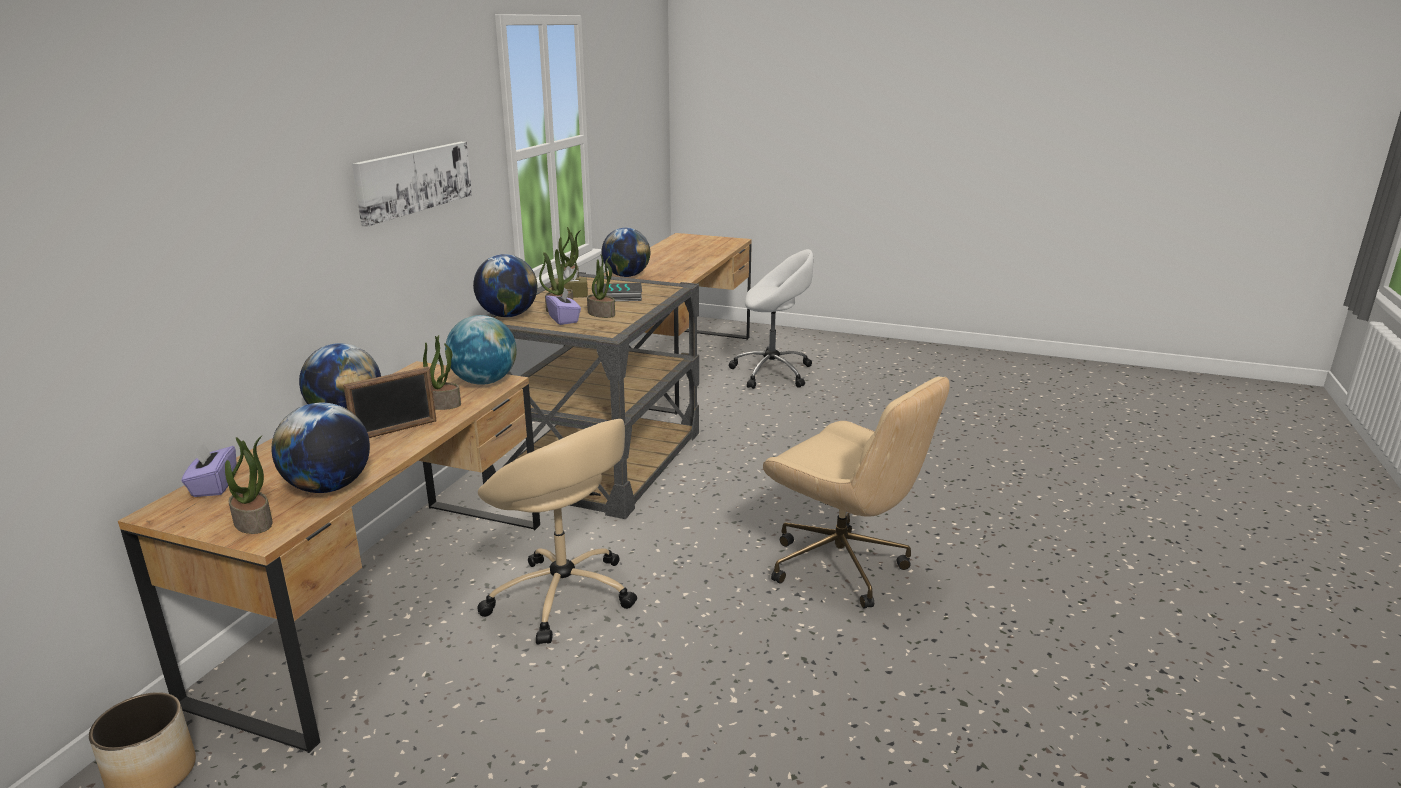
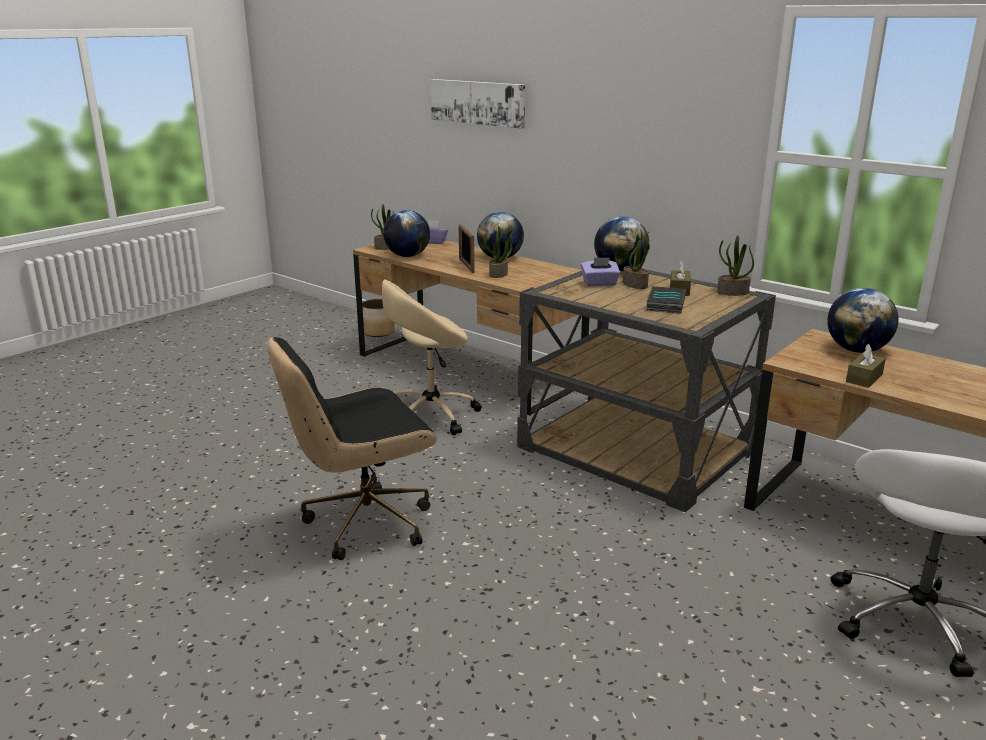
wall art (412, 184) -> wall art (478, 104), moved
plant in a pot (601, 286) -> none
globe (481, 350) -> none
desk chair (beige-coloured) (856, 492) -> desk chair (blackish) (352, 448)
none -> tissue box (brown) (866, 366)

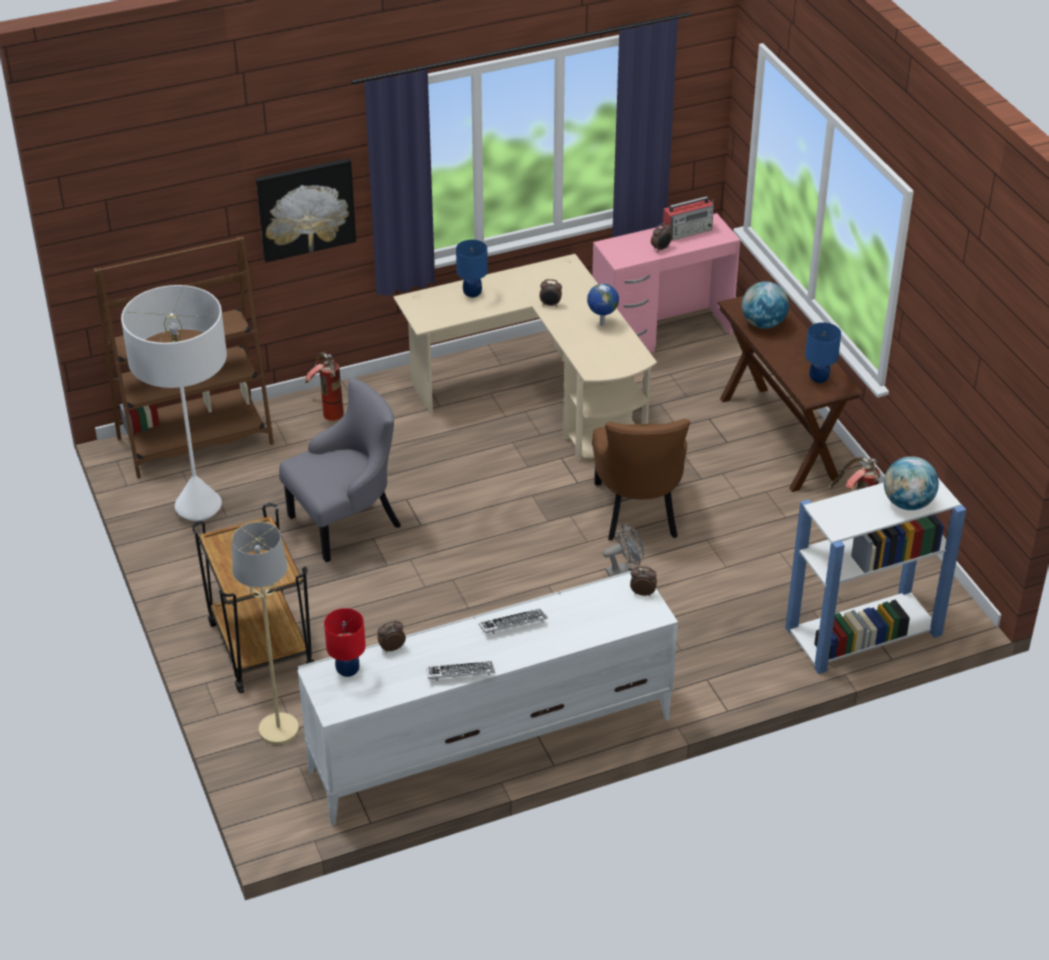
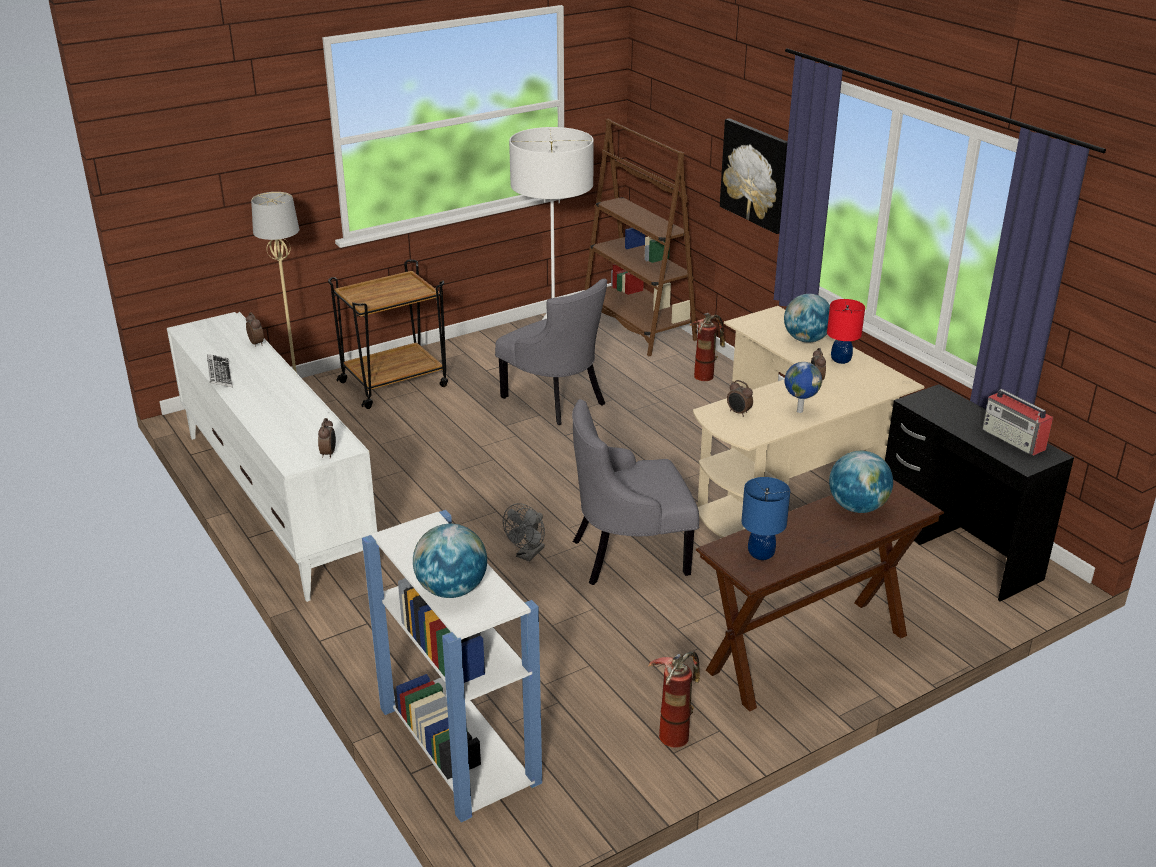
desk table (pinkish) (666, 283) -> desk table (blackish) (979, 493)
table clock (661, 237) -> table clock (740, 398), moved
lamp for a table (bluish) (472, 269) -> globe (807, 318)
upright chair (brown) (641, 480) -> upright chair (greyish) (635, 492)
electric fan (greyish) (623, 550) -> electric fan (greyish) (524, 532), 60 degrees clockwise
lamp for a table (reddish) (345, 642) -> lamp for a table (reddish) (846, 331), moved
PC keyboard (513, 621) -> none

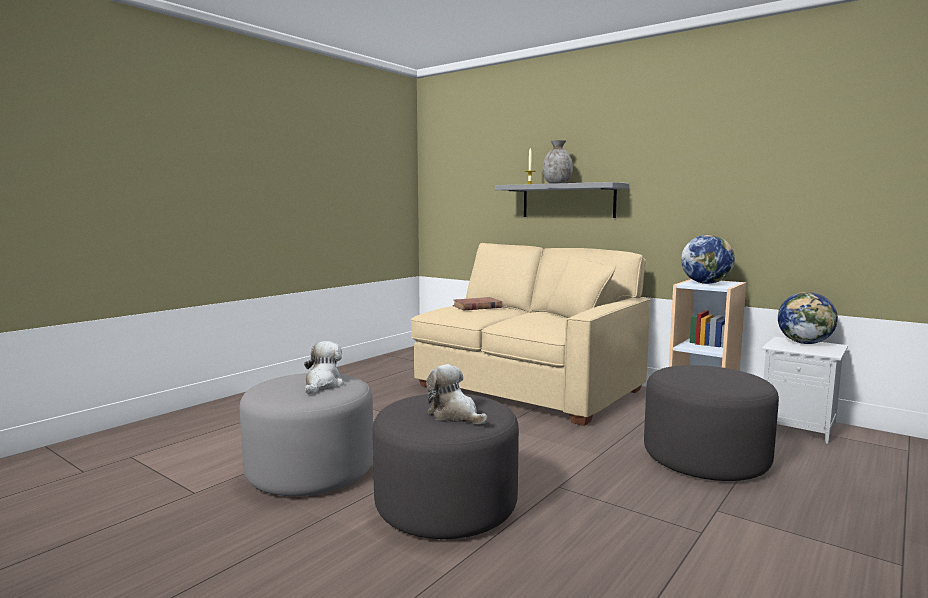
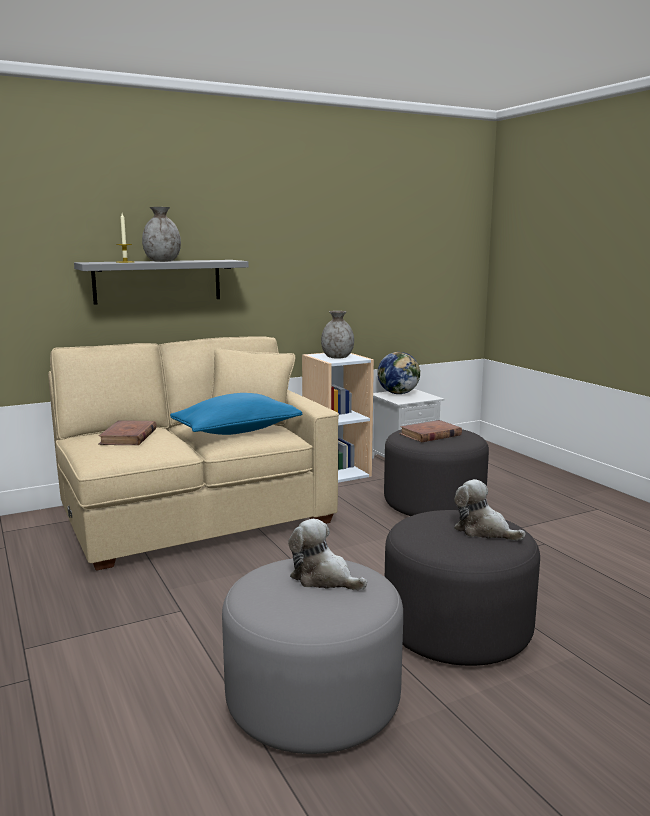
globe (708, 259) -> vase (greyish) (337, 335)
soft toy (456, 394) -> soft toy (489, 510), 60 degrees clockwise
none -> throw pillow (bluish) (236, 414)
none -> book (brown) (430, 431)

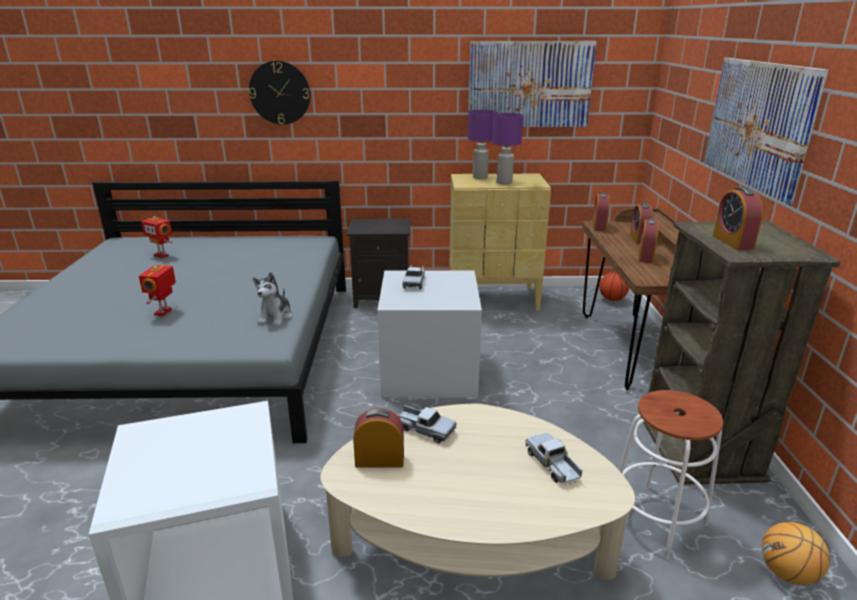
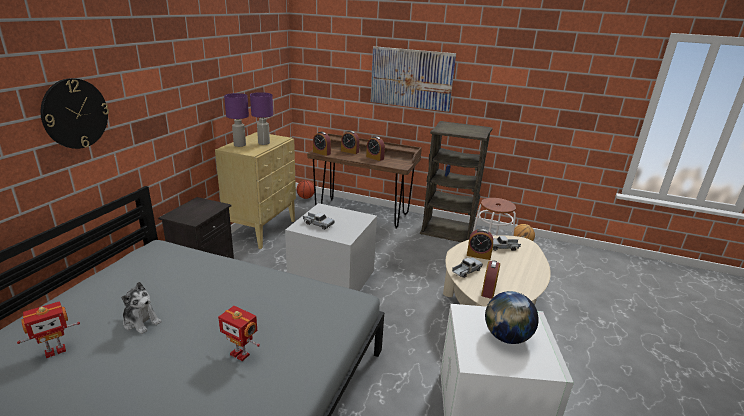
wall art (533, 84) -> none
table clock (738, 218) -> table clock (480, 244), moved
soft toy (272, 299) -> soft toy (141, 308), moved
none -> globe (512, 317)

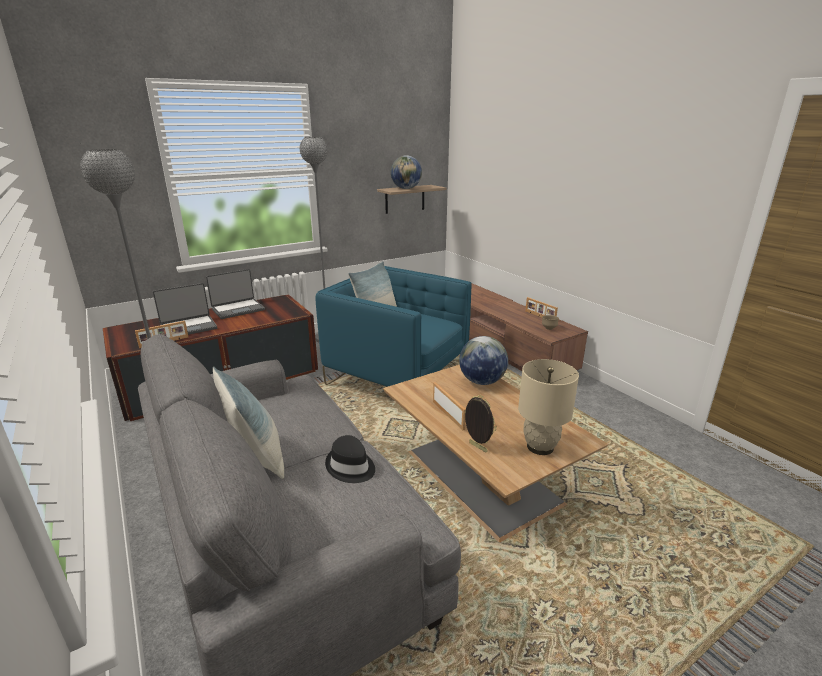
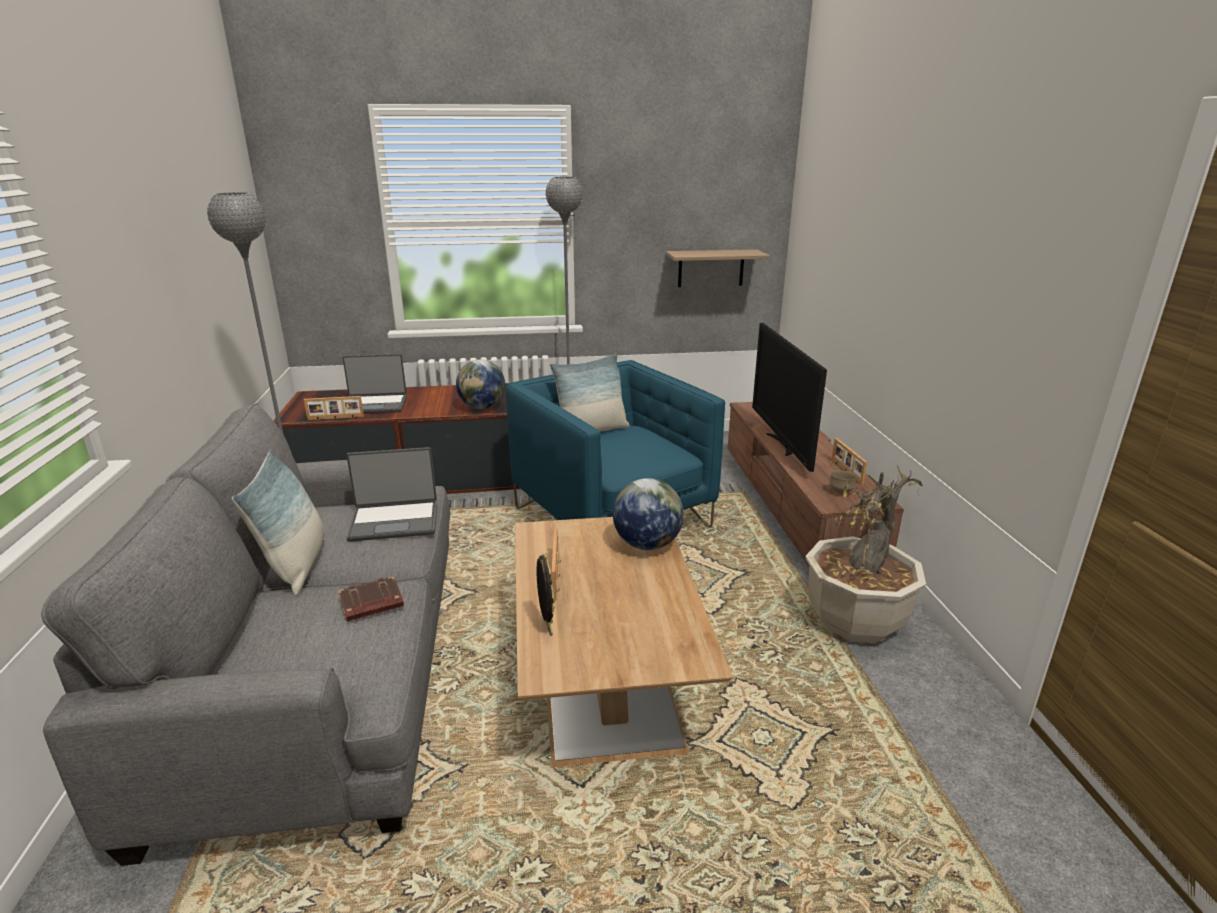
globe (406, 172) -> globe (480, 384), moved
laptop (235, 294) -> laptop (391, 494), moved
lamp for a table (beige-coloured) (548, 407) -> none
wearable hat (blackish) (350, 459) -> book (brown) (371, 599)
none -> television (789, 397)
none -> plant in a pot (866, 554)

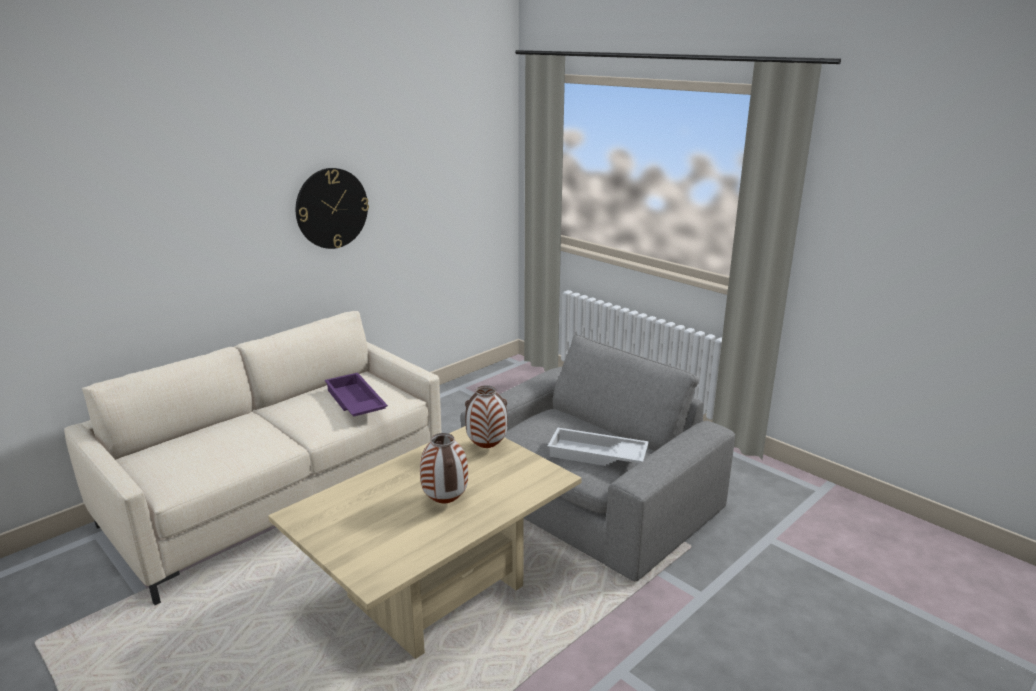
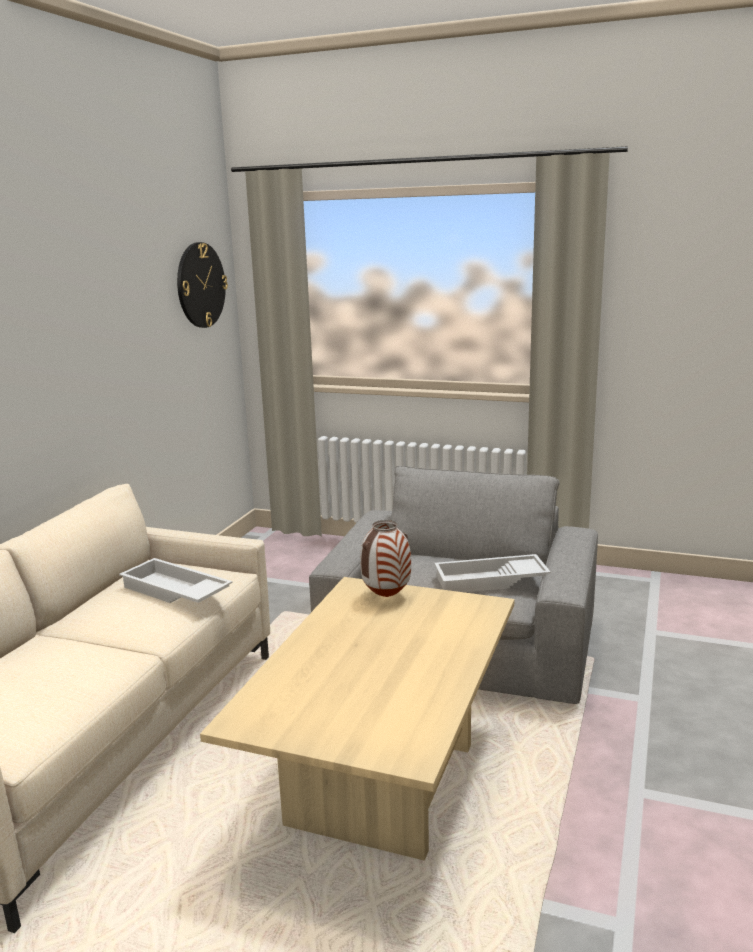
clock on the wall (332, 208) -> clock on the wall (202, 285), moved
serving tray (purple) (356, 395) -> serving tray (white) (176, 580)
vase (444, 468) -> none

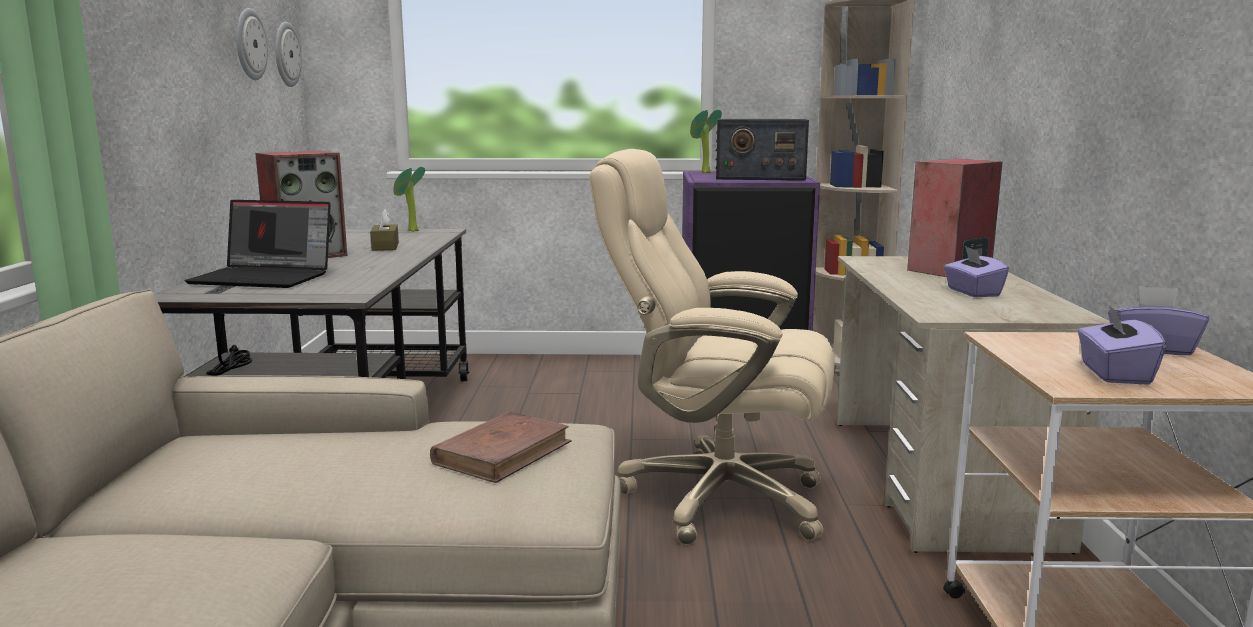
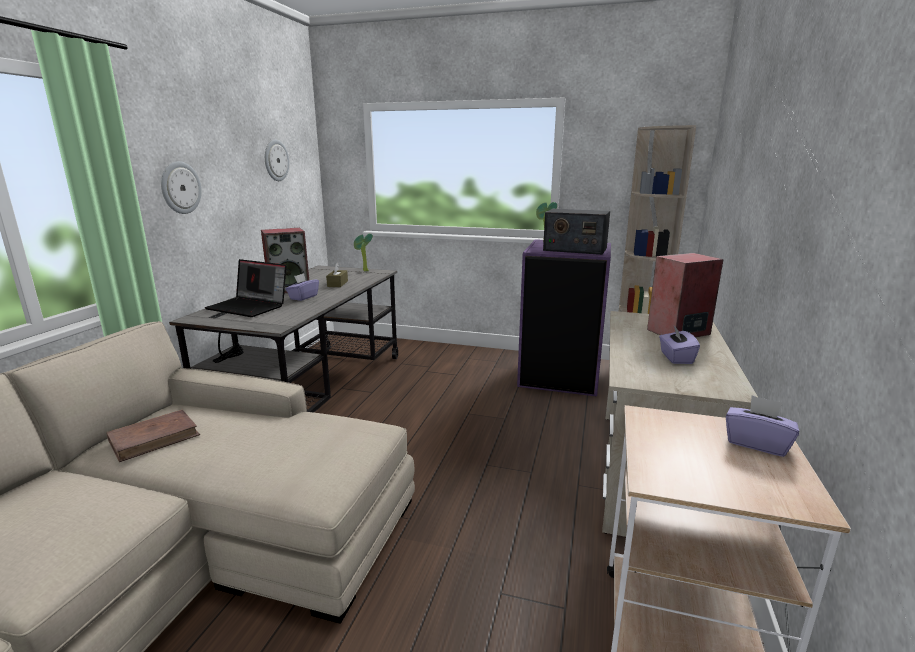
clock on the wall (288, 54) -> clock on the wall (181, 187), moved
desk chair (beige-coloured) (712, 347) -> none
tissue box (purple) (1122, 345) -> tissue box (purple) (302, 287), moved
book (brown) (500, 447) -> book (brown) (153, 435), moved

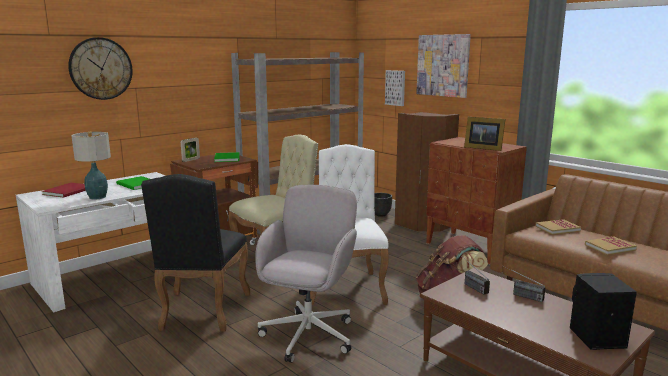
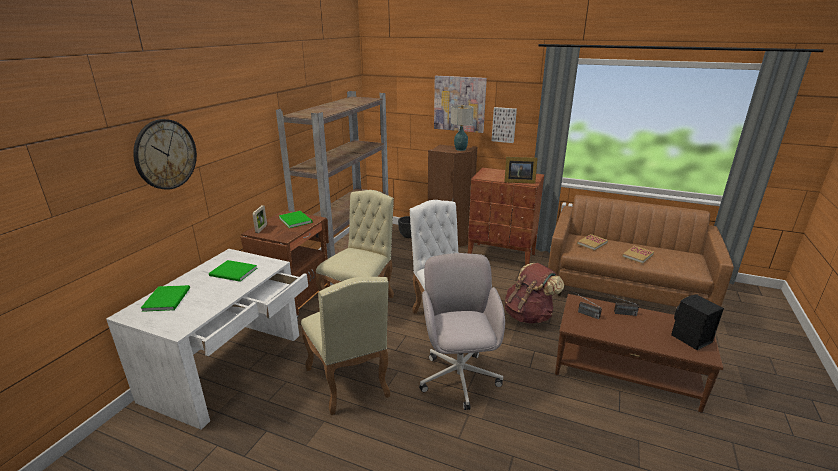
wall art (395, 88) -> wall art (504, 125), moved
lamp for a table (91, 166) -> lamp for a table (462, 128), moved
upright chair (blackish) (195, 253) -> upright chair (beige-coloured) (345, 346)
book (reddish) (64, 190) -> book (green-coloured) (165, 298)

